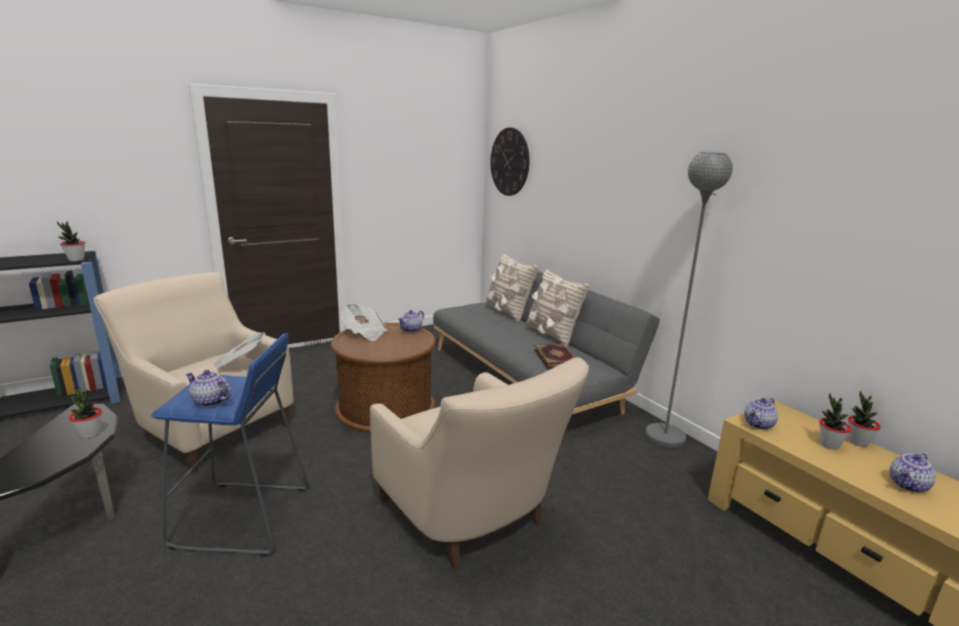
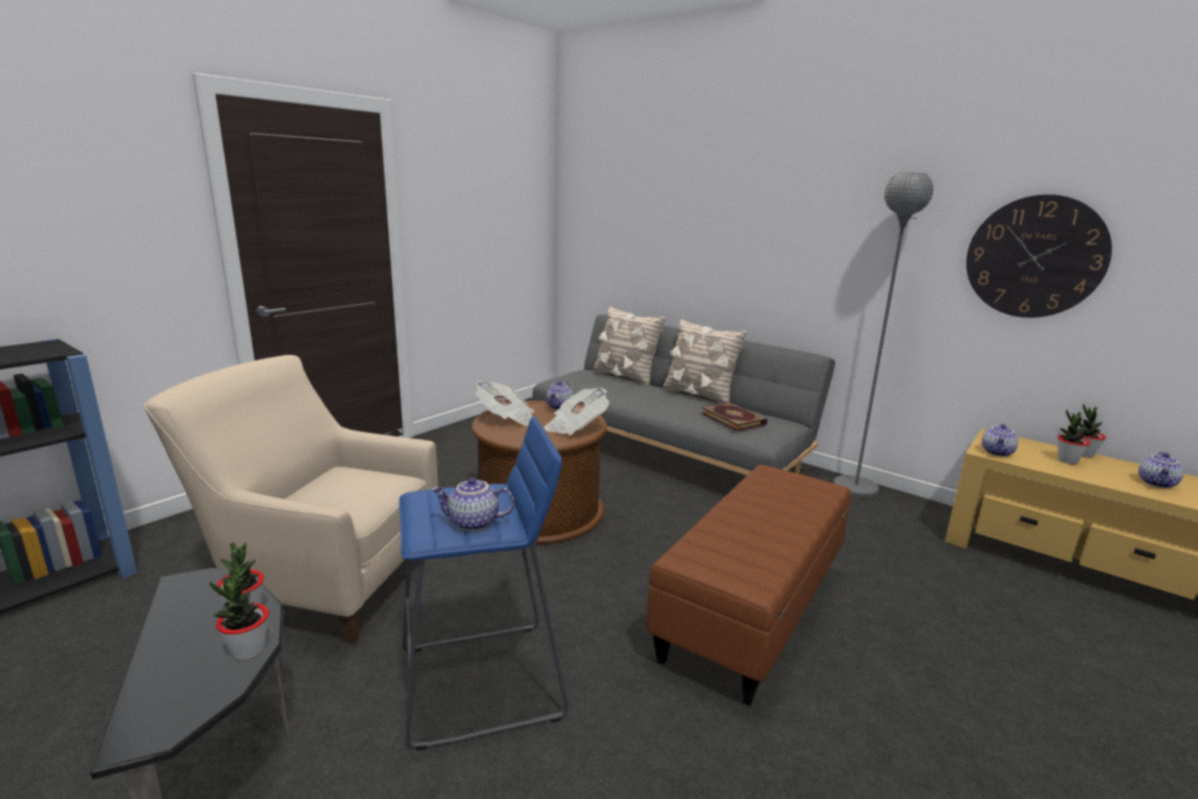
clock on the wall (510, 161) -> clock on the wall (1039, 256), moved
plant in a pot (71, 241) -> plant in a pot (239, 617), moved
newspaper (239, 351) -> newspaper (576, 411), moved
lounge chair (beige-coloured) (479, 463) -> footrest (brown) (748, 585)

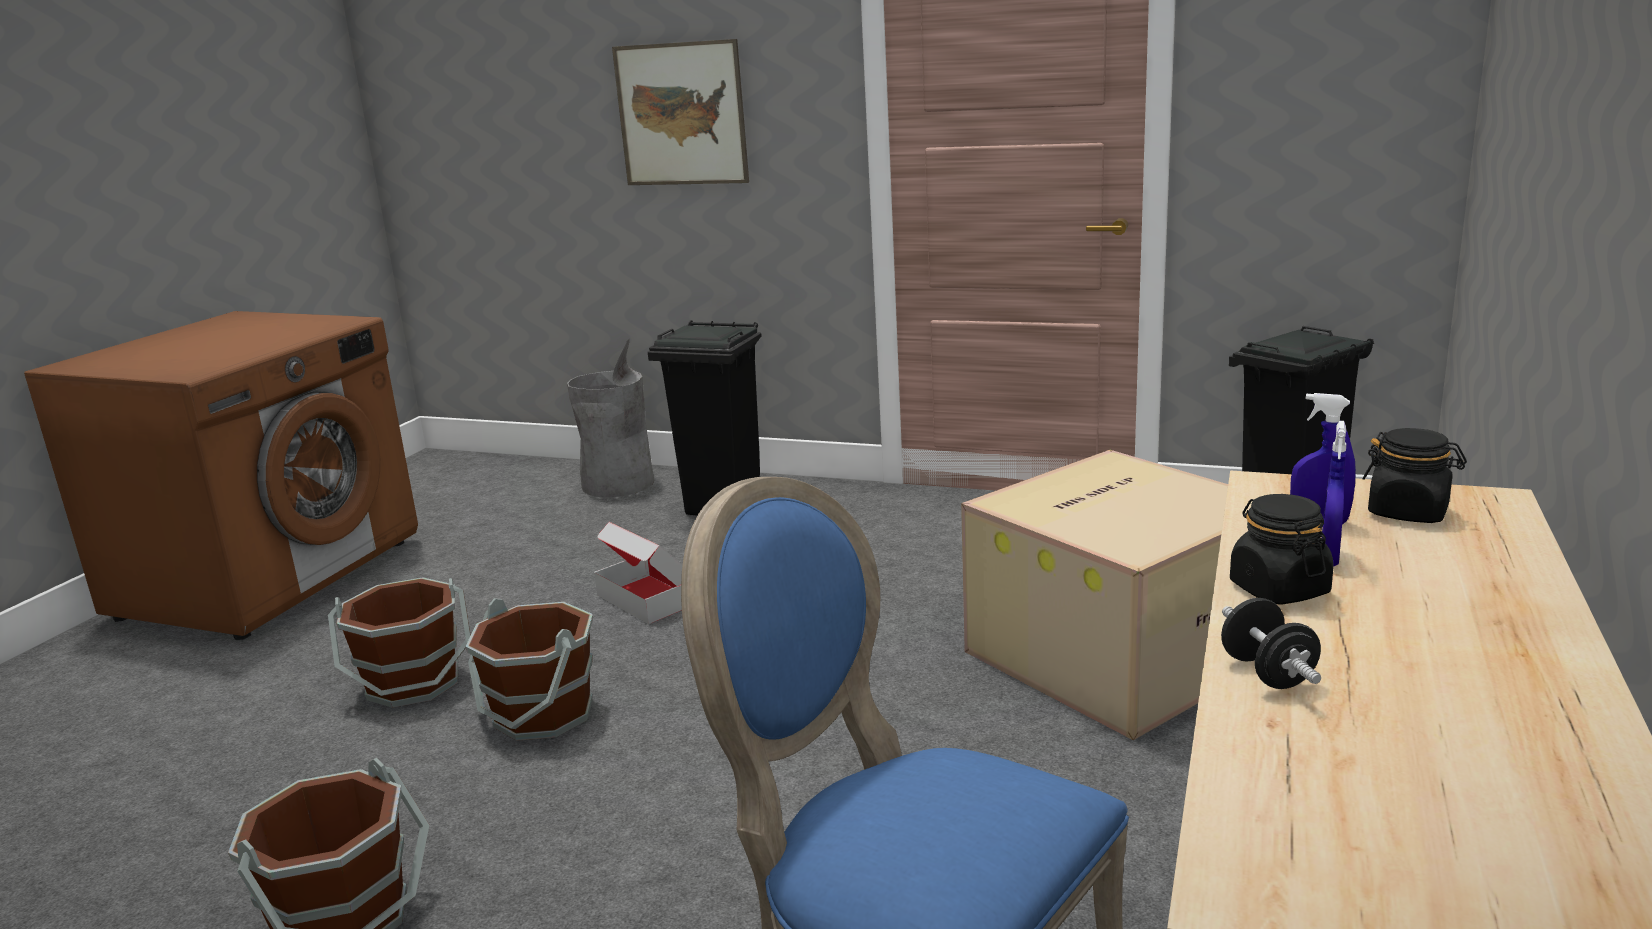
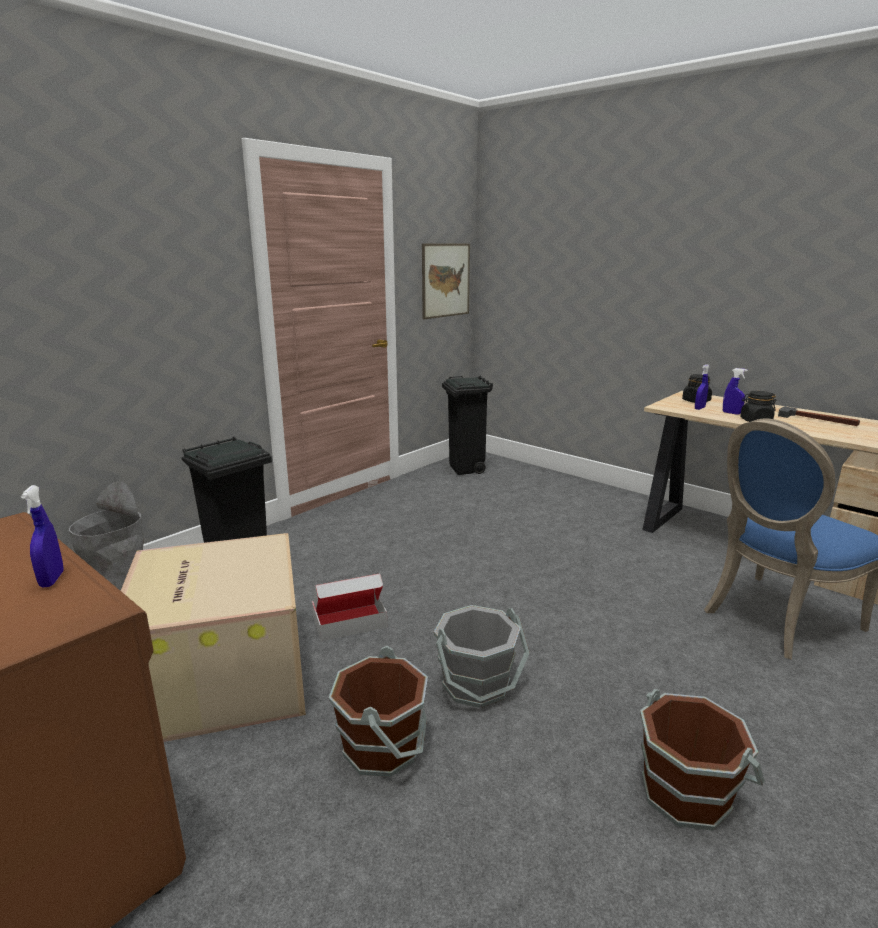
wall art (680, 112) -> wall art (446, 281), moved
cardboard box (1094, 595) -> cardboard box (213, 637), moved
water bucket (brown) (529, 669) -> water bucket (greyish) (482, 656)
dumbbell (blackish) (1271, 643) -> none
none -> tool hammer (819, 416)
none -> spray bottle (bluish) (42, 536)

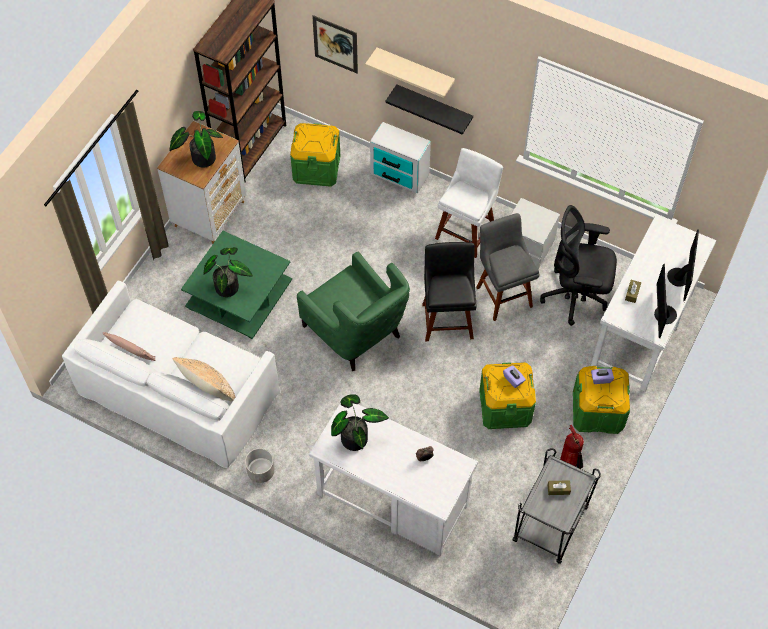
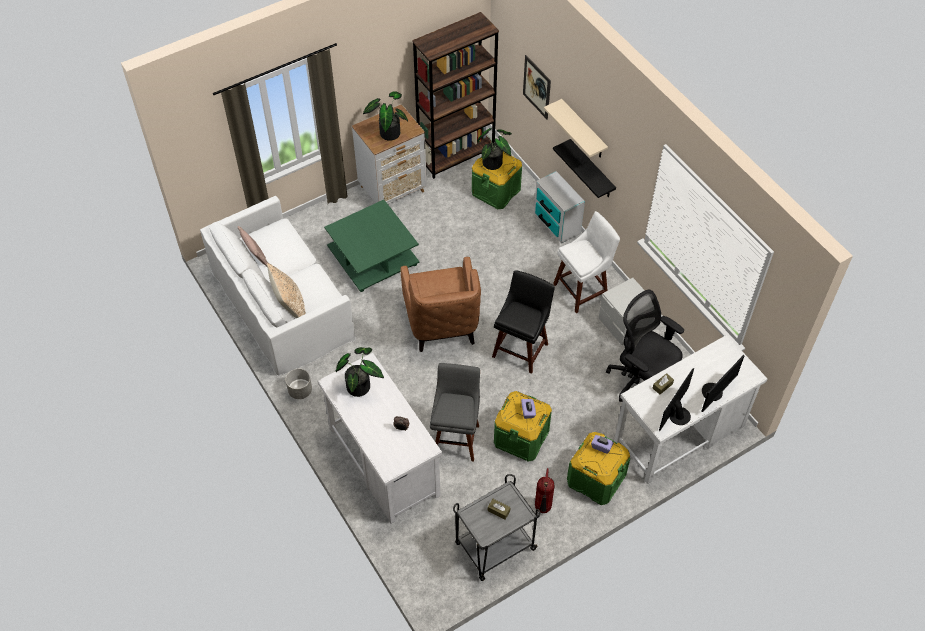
stool (greyish) (507, 267) -> stool (greyish) (455, 412), moved
plant in a pot (228, 272) -> plant in a pot (494, 149), moved
lounge chair (green-coloured) (353, 311) -> lounge chair (brown) (440, 304)

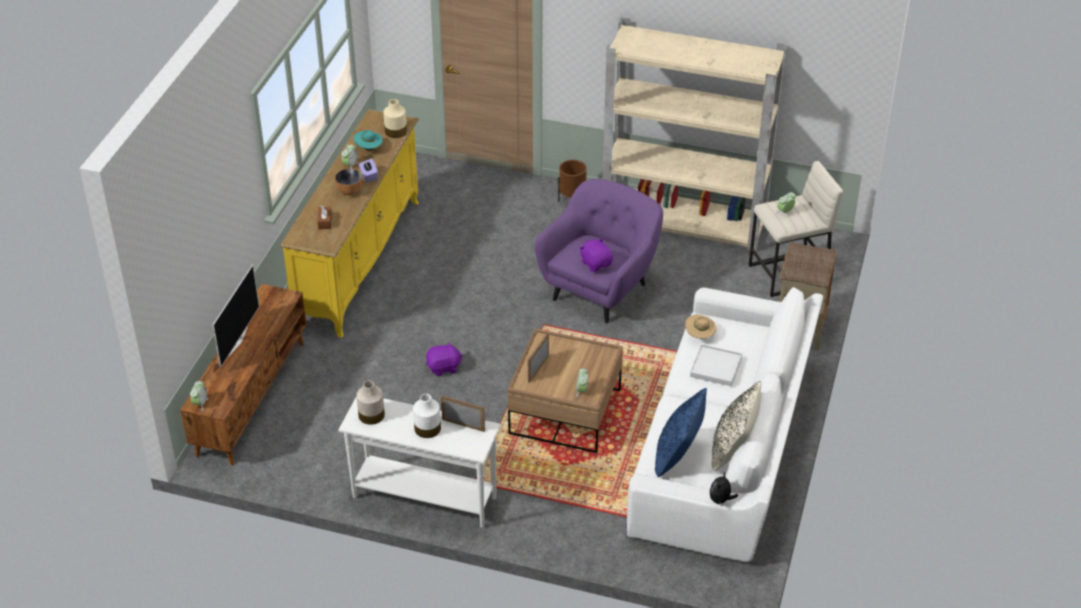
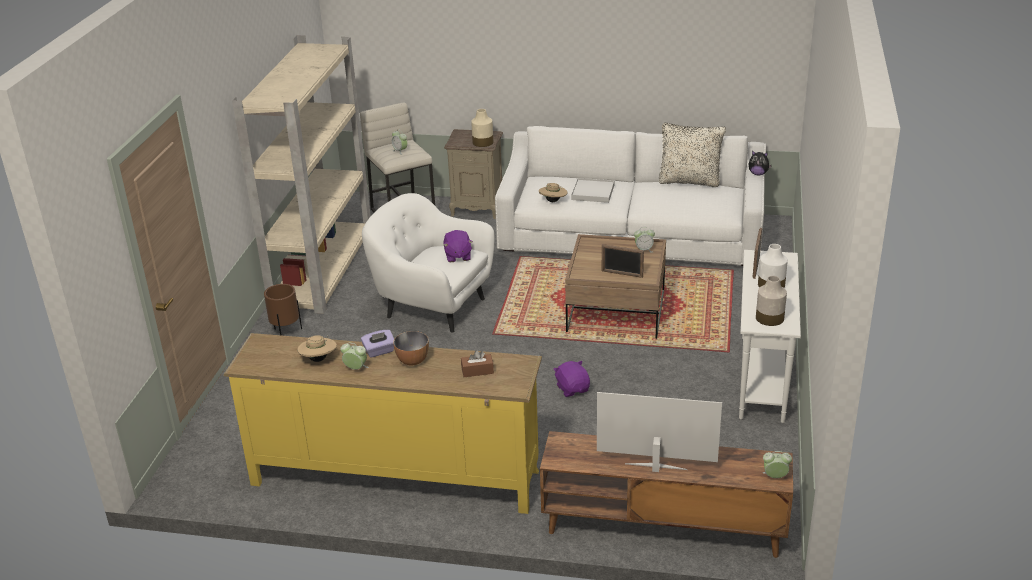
vase (beige-coloured) (395, 118) -> vase (beige-coloured) (482, 128), moved
wearable hat (turquoise-coloured) (368, 140) -> wearable hat (beige-coloured) (317, 348)
lounge chair (purple) (599, 251) -> lounge chair (white) (428, 263)
soft toy (purple) (596, 255) -> soft toy (purple) (458, 246), 60 degrees counterclockwise
throw pillow (bluish) (681, 432) -> none

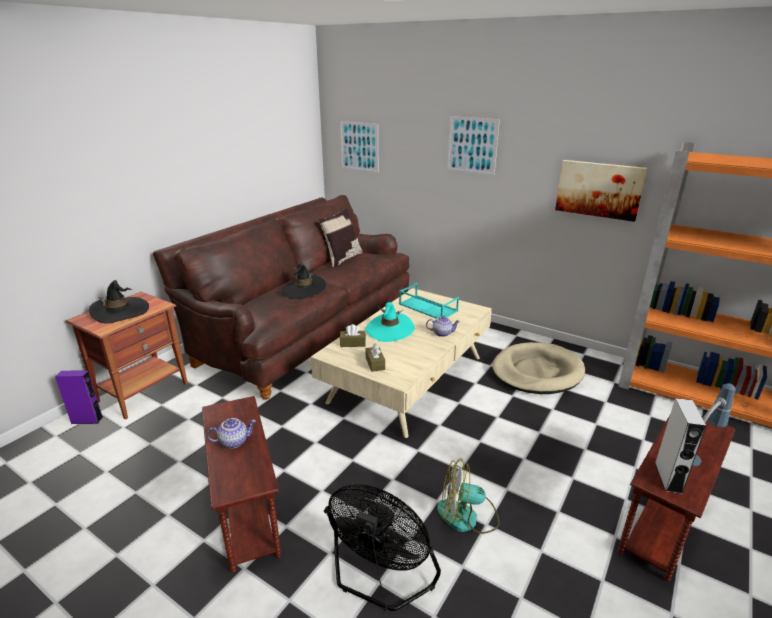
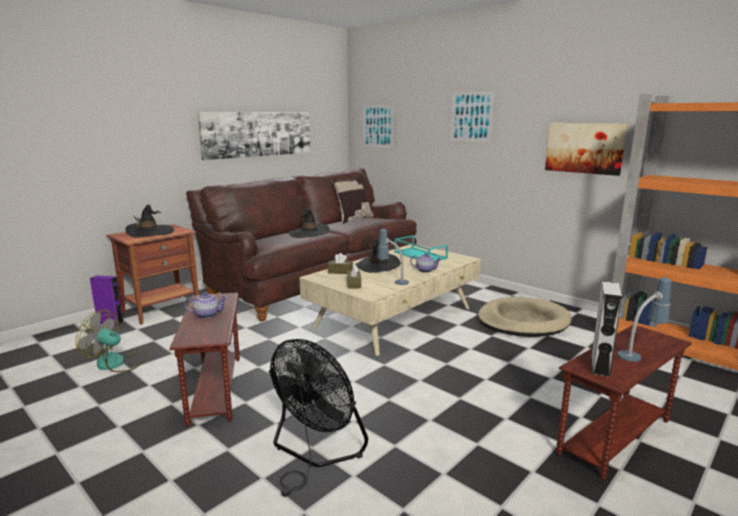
wearable hat (turquoise-coloured) (390, 322) -> wearable hat (blackish) (378, 255)
electric fan (468, 496) -> electric fan (111, 341), moved
none -> wall art (253, 136)
none -> lamp for a table (393, 257)

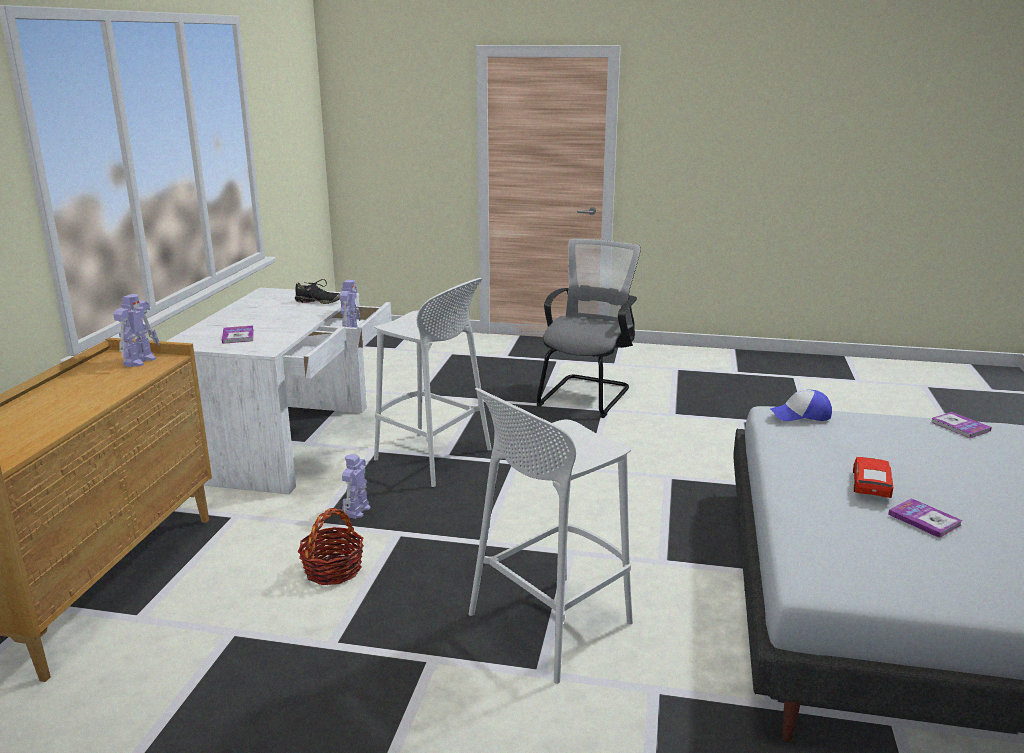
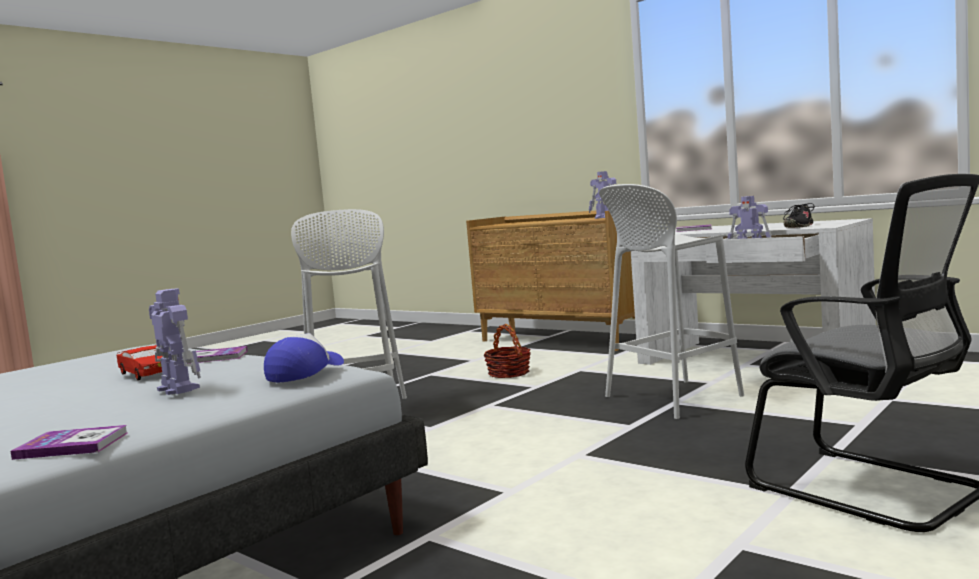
robot figure (356, 486) -> robot figure (175, 341), moved
book (925, 518) -> book (217, 355), moved

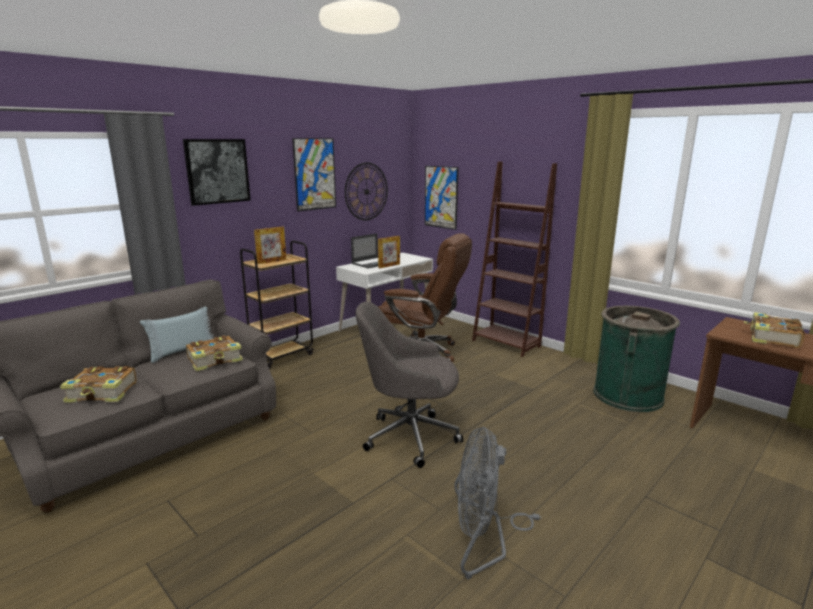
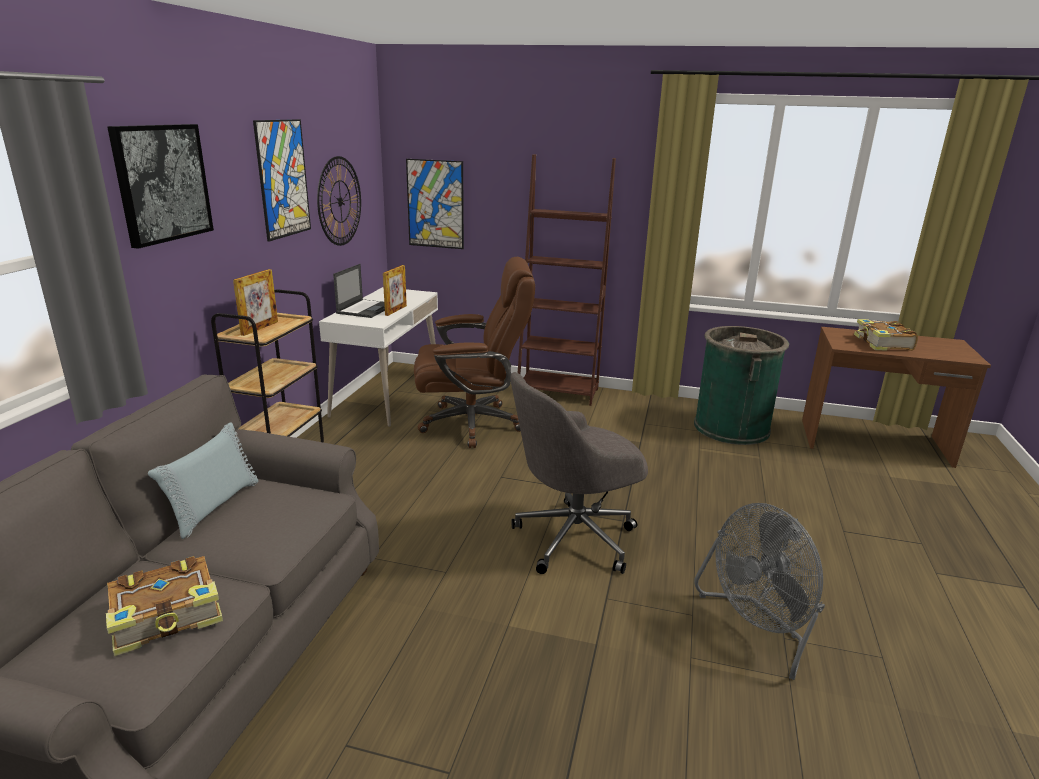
book (214, 353) -> none

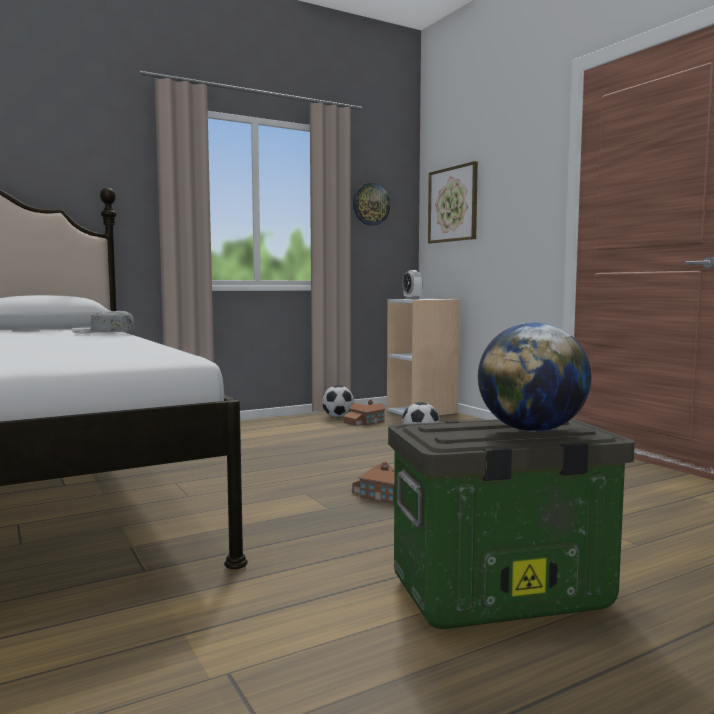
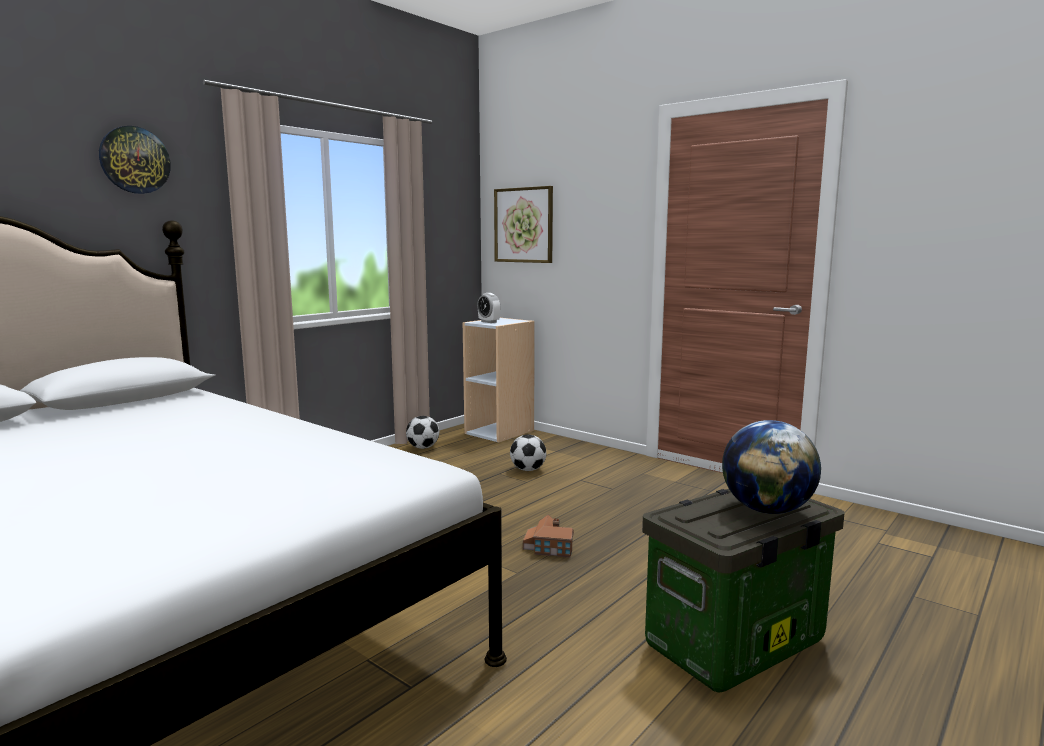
clock on the wall (371, 204) -> clock on the wall (135, 160), moved
peaked cap (greyish) (103, 322) -> none
model house (365, 413) -> none

